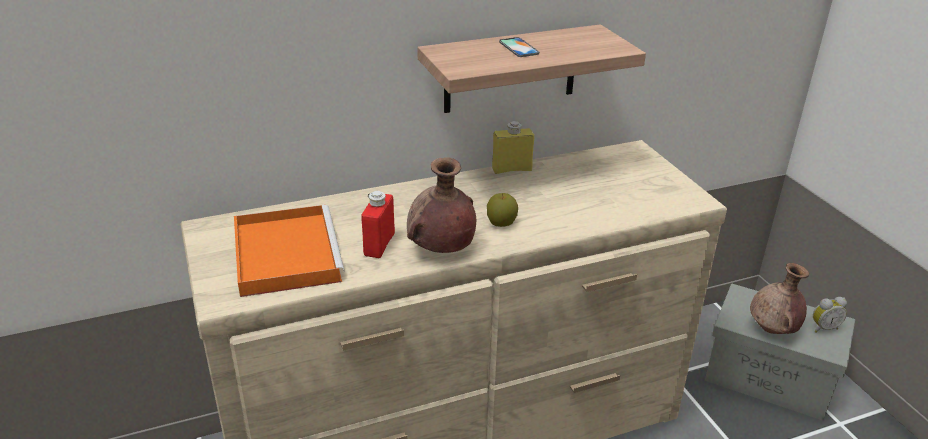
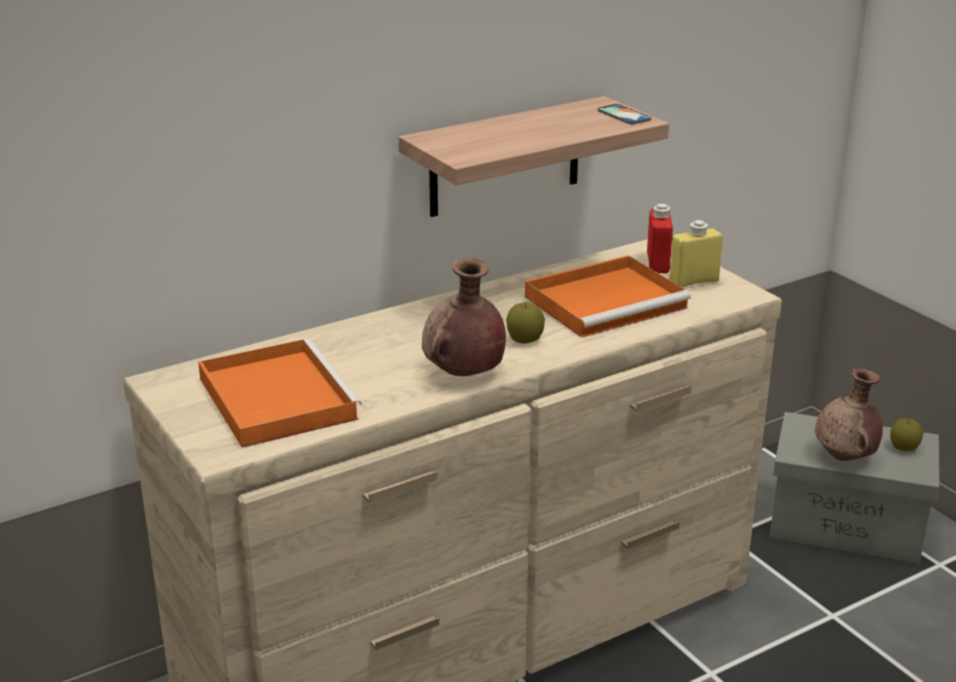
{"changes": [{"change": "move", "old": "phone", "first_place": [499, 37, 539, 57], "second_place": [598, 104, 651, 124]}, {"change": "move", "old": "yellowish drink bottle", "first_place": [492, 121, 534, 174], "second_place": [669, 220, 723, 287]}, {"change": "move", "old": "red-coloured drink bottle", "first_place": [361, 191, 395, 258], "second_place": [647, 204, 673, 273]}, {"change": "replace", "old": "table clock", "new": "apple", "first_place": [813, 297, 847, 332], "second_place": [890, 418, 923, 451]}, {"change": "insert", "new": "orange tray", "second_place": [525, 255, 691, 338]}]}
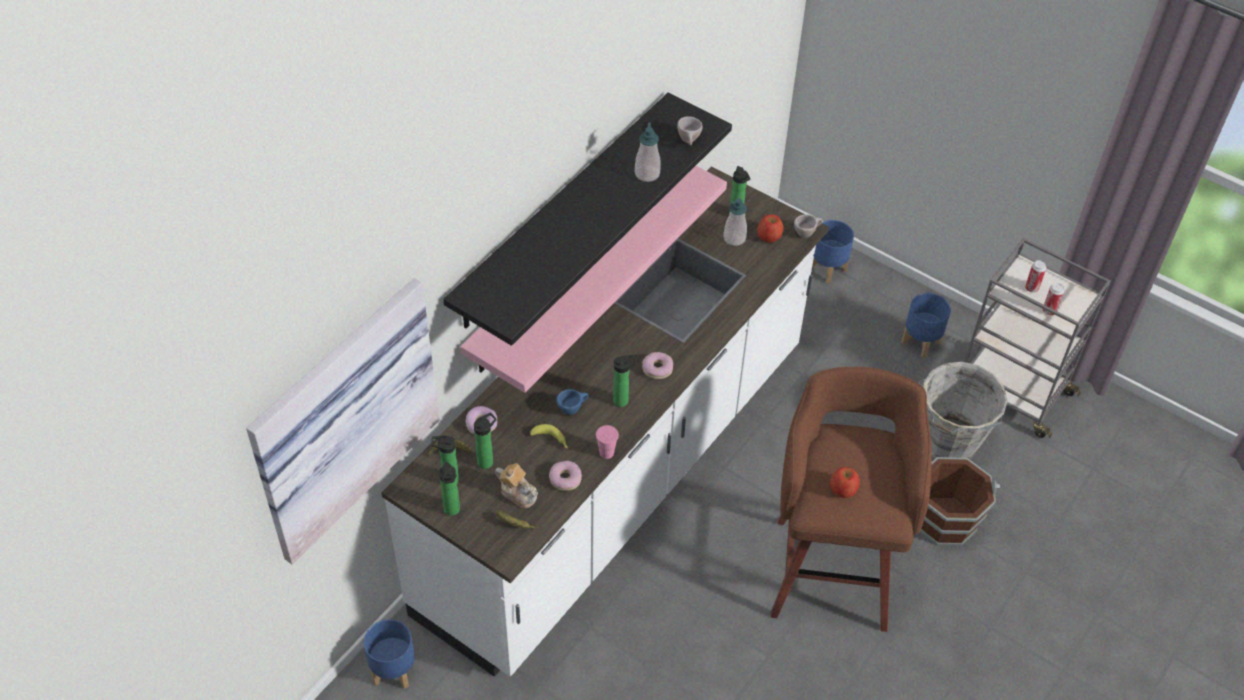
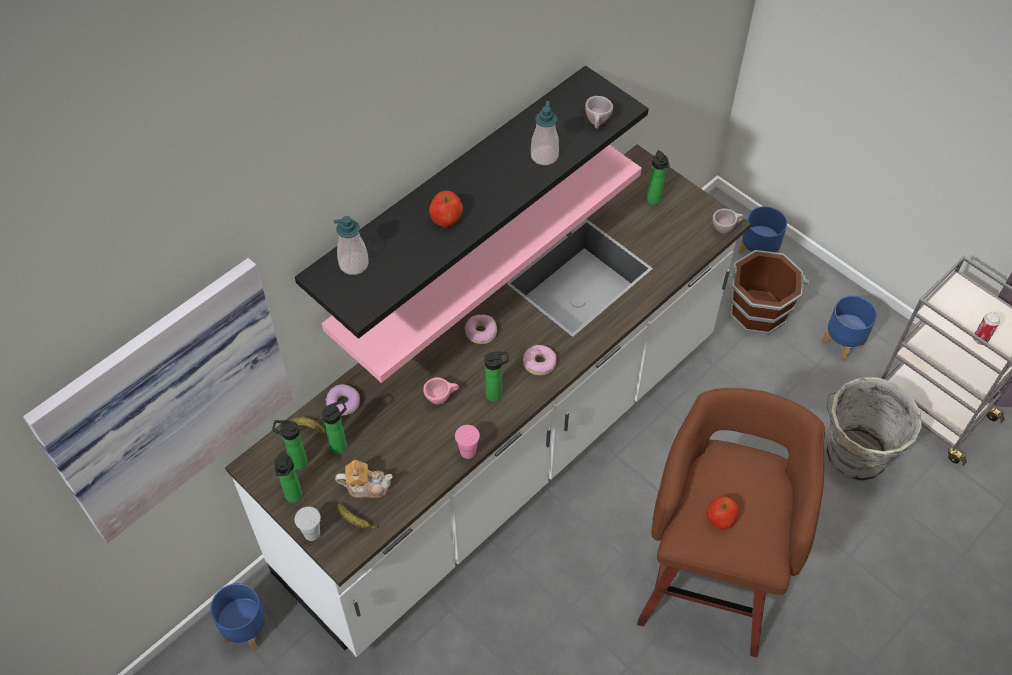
{"changes": [{"change": "move", "old": "soap bottle", "first_place": [723, 198, 747, 246], "second_place": [334, 216, 369, 275]}, {"change": "move", "old": "apple", "first_place": [757, 214, 784, 243], "second_place": [429, 191, 463, 227]}, {"change": "delete", "old": "metal can", "first_place": [1025, 260, 1047, 292]}, {"change": "recolor", "old": "blue-coloured drinking cup", "new": "pink-coloured drinking cup", "first_place": [556, 389, 589, 415], "second_place": [423, 377, 459, 404]}, {"change": "delete", "old": "whole banana", "first_place": [530, 424, 568, 449]}, {"change": "move", "old": "brown-coloured pail", "first_place": [920, 457, 1000, 546], "second_place": [729, 250, 809, 335]}, {"change": "move", "old": "doughnut", "first_place": [549, 461, 582, 491], "second_place": [465, 315, 497, 344]}, {"change": "rotate", "old": "teapot", "first_place": [495, 463, 538, 508], "second_place": [335, 460, 393, 498], "degrees": -45}, {"change": "insert", "new": "whitish drinking cup", "second_place": [295, 507, 321, 541]}]}
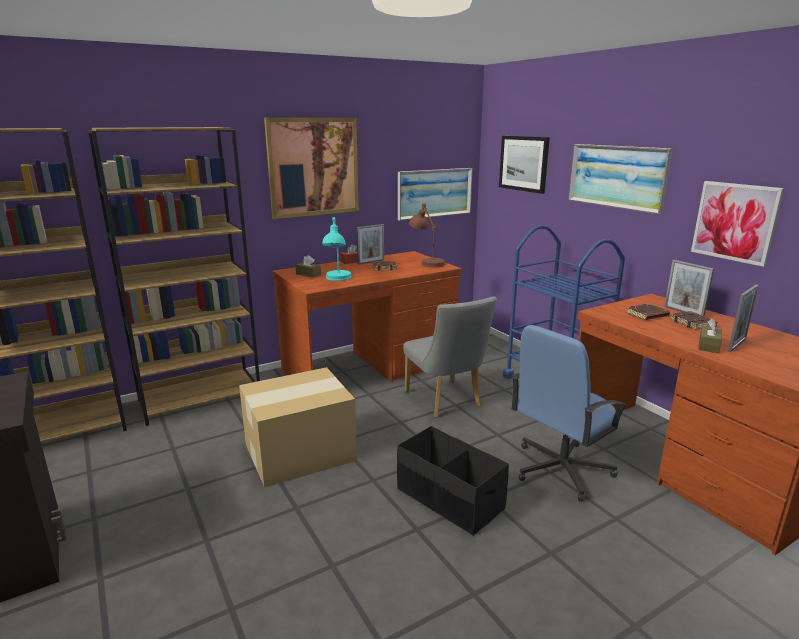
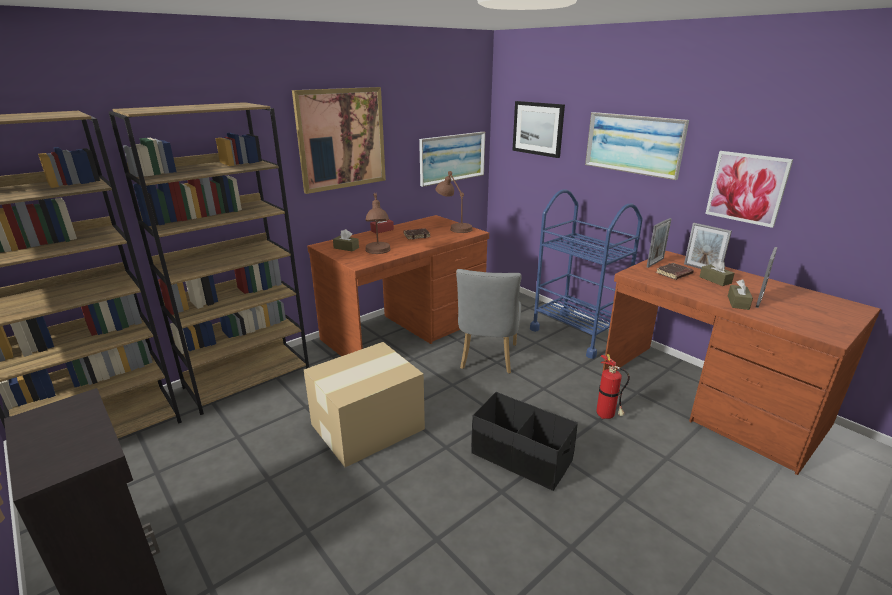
{"changes": [{"change": "recolor", "old": "turquoise table lamp", "new": "brown-coloured table lamp", "first_place": [322, 217, 352, 281], "second_place": [365, 193, 391, 254]}, {"change": "move", "old": "standing frame", "first_place": [357, 224, 384, 265], "second_place": [647, 218, 672, 268]}, {"change": "rotate", "old": "greyish chair", "first_place": [403, 296, 497, 418], "second_place": [456, 269, 522, 374], "degrees": 45}, {"change": "replace", "old": "brown-coloured book", "new": "brown-coloured tissue box", "first_place": [670, 311, 718, 330], "second_place": [700, 259, 735, 286]}, {"change": "replace", "old": "blue-coloured office chair", "new": "extinguisher", "first_place": [512, 325, 628, 501], "second_place": [596, 354, 630, 419]}]}
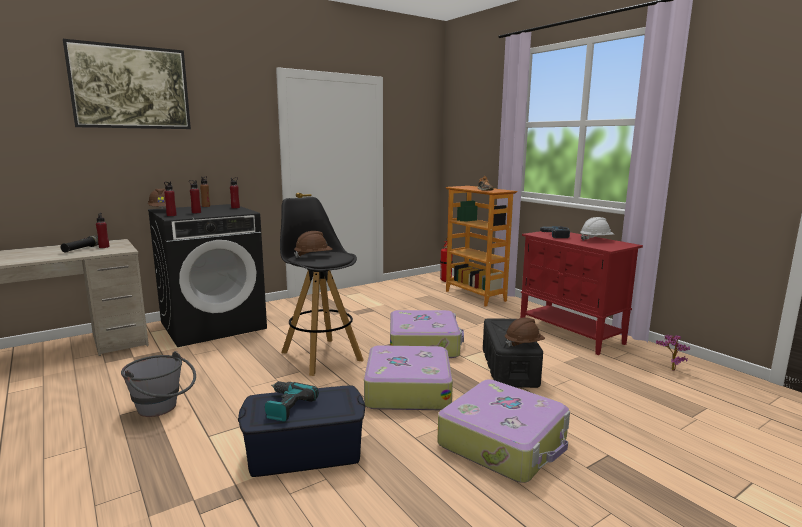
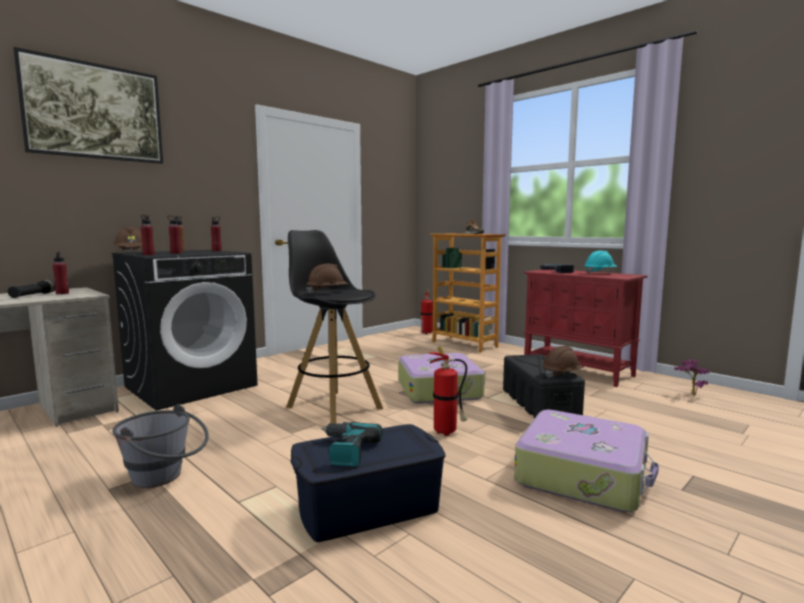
{"changes": [{"change": "recolor", "old": "whitish safety helmet", "new": "turquoise safety helmet", "first_place": [580, 217, 614, 241], "second_place": [585, 250, 618, 274]}, {"change": "replace", "old": "suitcase", "new": "extinguisher", "first_place": [364, 345, 453, 410], "second_place": [429, 347, 468, 436]}]}
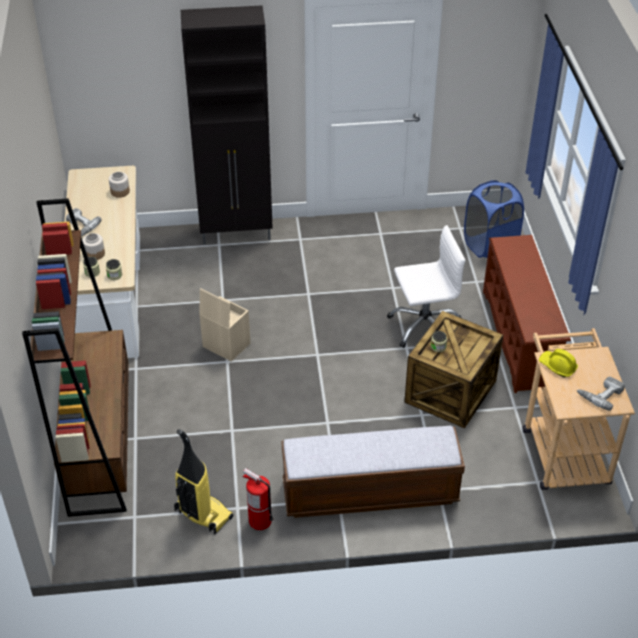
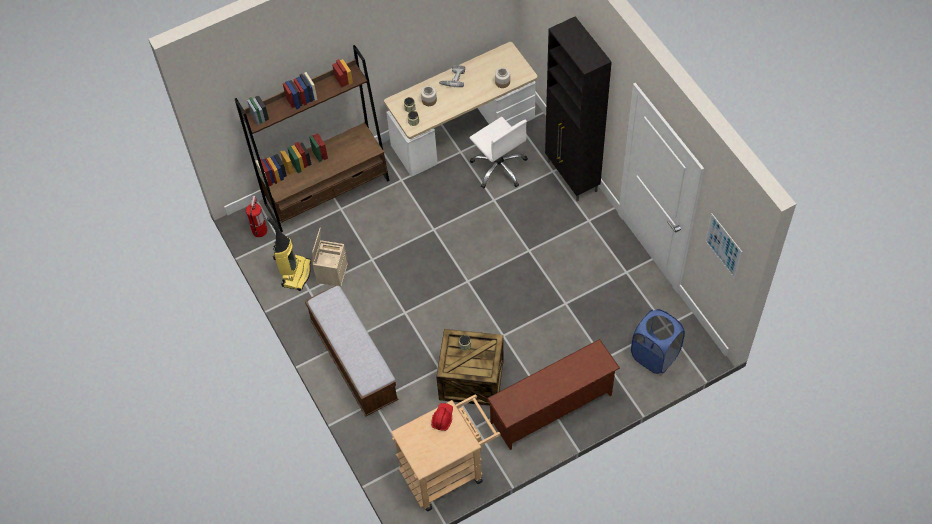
{"changes": [{"change": "move", "old": "whitish office chair", "first_place": [387, 225, 465, 348], "second_place": [469, 117, 528, 188]}, {"change": "move", "old": "sand-coloured storage bin", "first_place": [199, 288, 251, 362], "second_place": [312, 228, 348, 287]}, {"change": "recolor", "old": "yellowish safety helmet", "new": "red-coloured safety helmet", "first_place": [539, 349, 578, 378], "second_place": [431, 403, 453, 431]}, {"change": "delete", "old": "power drill", "first_place": [577, 377, 625, 411]}, {"change": "move", "old": "extinguisher", "first_place": [242, 468, 273, 530], "second_place": [246, 196, 268, 237]}, {"change": "insert", "new": "picture", "second_place": [705, 213, 742, 279]}]}
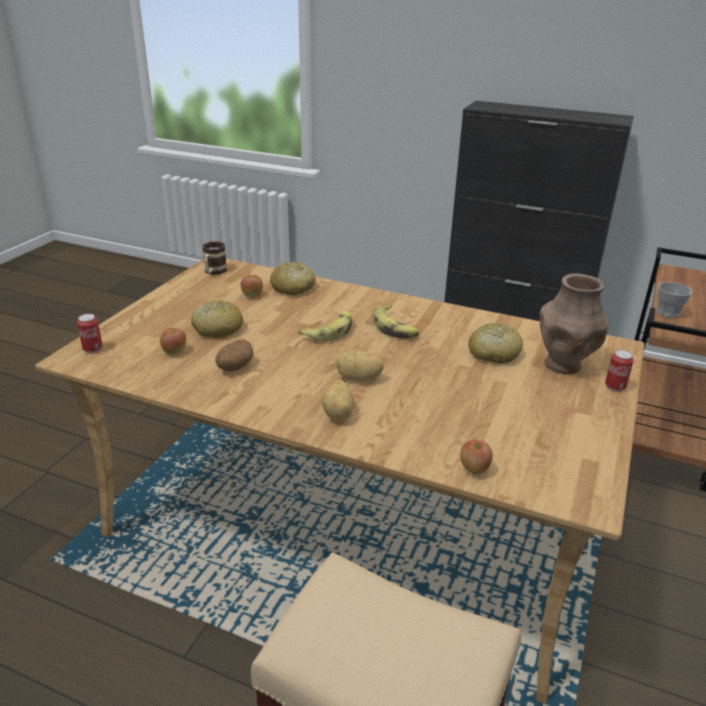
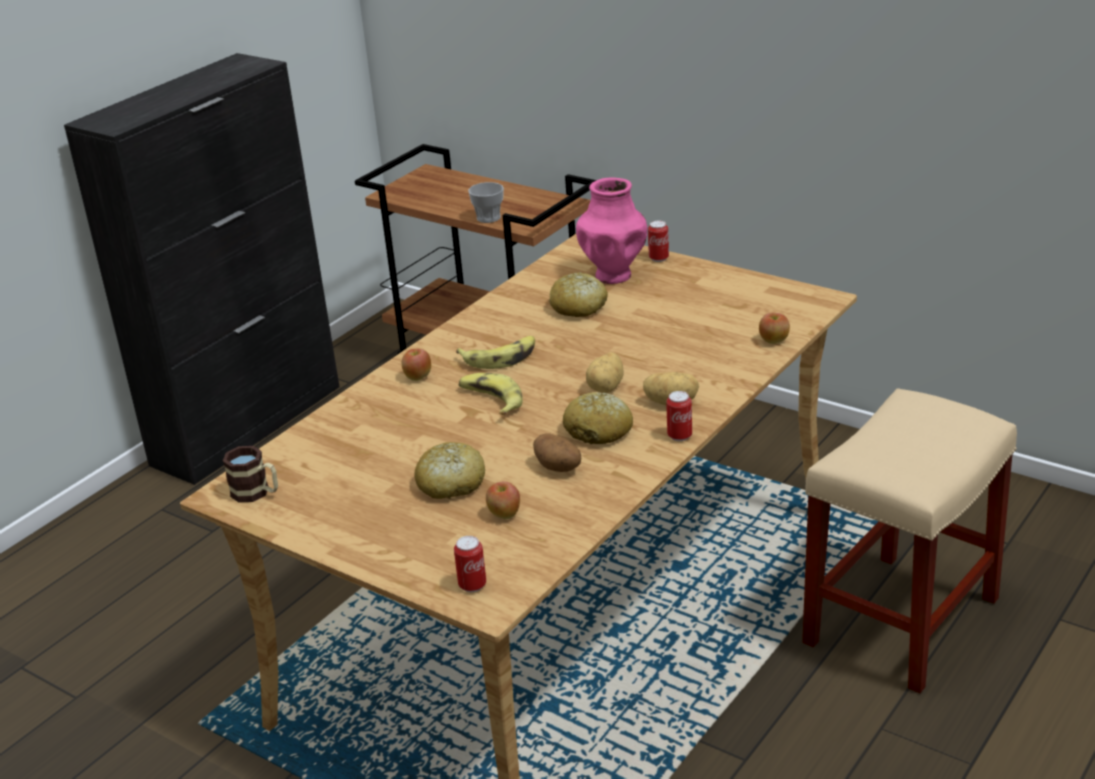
{"changes": [{"change": "move", "old": "bread", "first_place": [270, 261, 316, 295], "second_place": [563, 392, 633, 444]}, {"change": "recolor", "old": "brown-coloured vase", "new": "pink-coloured vase", "first_place": [540, 273, 608, 375], "second_place": [576, 177, 647, 284]}, {"change": "move", "old": "apple", "first_place": [240, 275, 263, 297], "second_place": [402, 349, 431, 381]}, {"change": "insert", "new": "metal can", "second_place": [666, 391, 692, 441]}]}
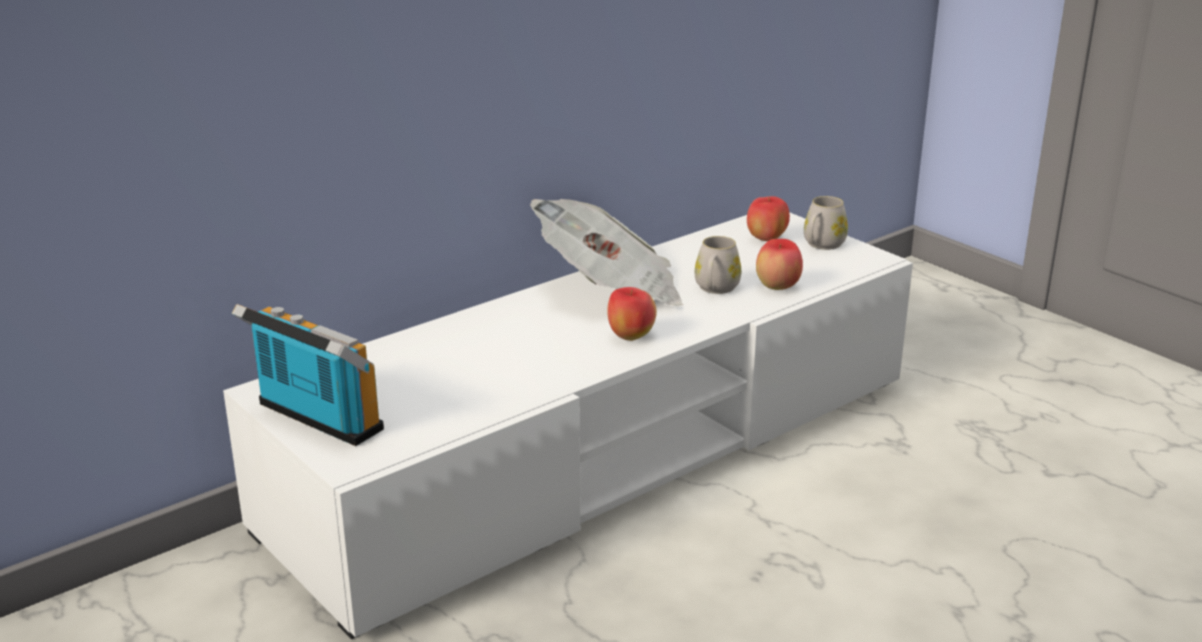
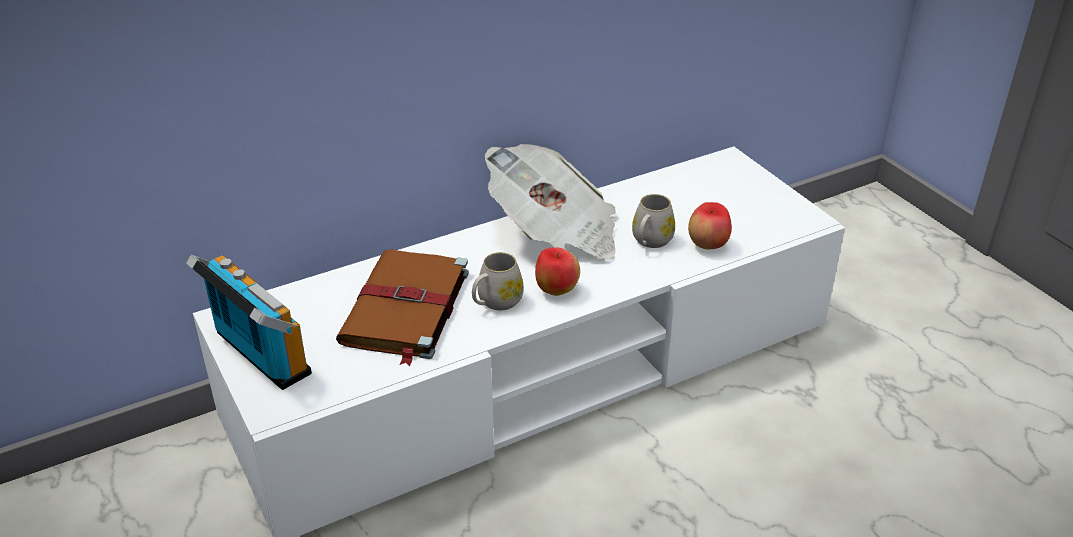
{"changes": [{"change": "delete", "old": "apple", "first_place": [747, 196, 790, 241]}, {"change": "move", "old": "whitish coffee mug", "first_place": [804, 196, 848, 250], "second_place": [472, 252, 524, 310]}, {"change": "insert", "new": "brown-coloured book", "second_place": [336, 249, 469, 366]}]}
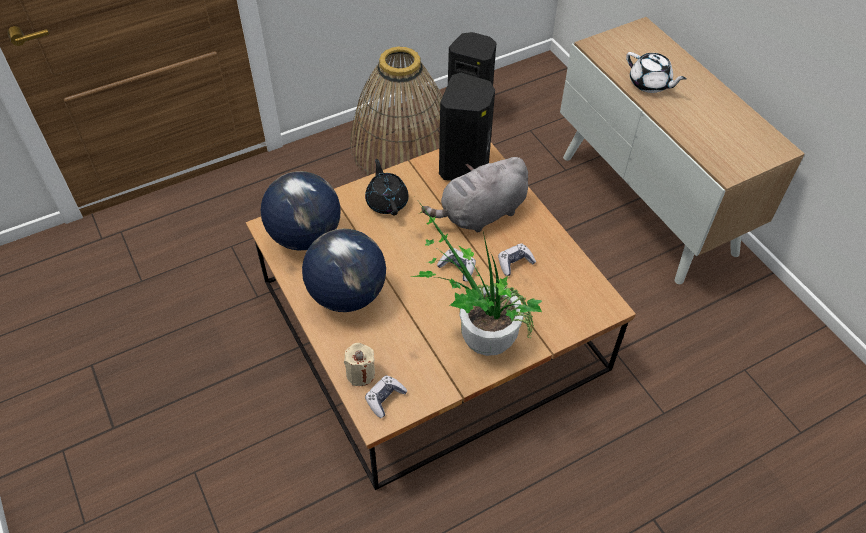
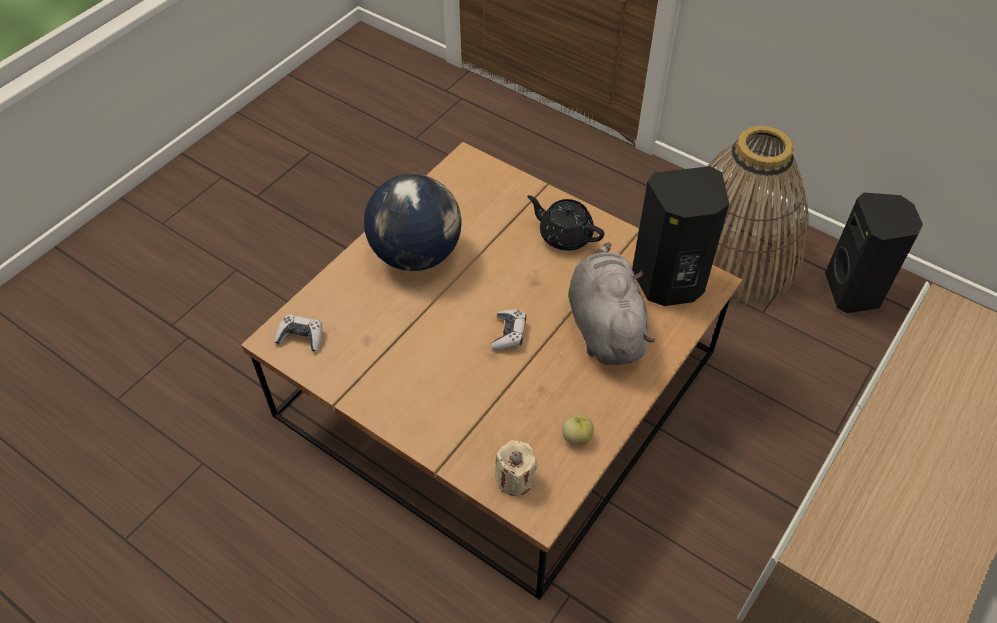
{"changes": [{"change": "delete", "old": "whitish teapot", "first_place": [626, 52, 687, 93]}, {"change": "rotate", "old": "greyish soft toy", "first_place": [422, 157, 528, 233], "second_place": [568, 242, 655, 365], "degrees": 45}, {"change": "rotate", "old": "black teapot", "first_place": [365, 159, 409, 216], "second_place": [527, 195, 604, 251], "degrees": -105}, {"change": "delete", "old": "globe", "first_place": [261, 171, 341, 250]}, {"change": "delete", "old": "houseplant", "first_place": [411, 198, 542, 356]}, {"change": "delete", "old": "joypad", "first_place": [498, 243, 536, 276]}, {"change": "move", "old": "sand-coloured wax candle", "first_place": [344, 343, 375, 386], "second_place": [495, 440, 538, 496]}, {"change": "insert", "new": "apple", "second_place": [562, 414, 594, 444]}]}
